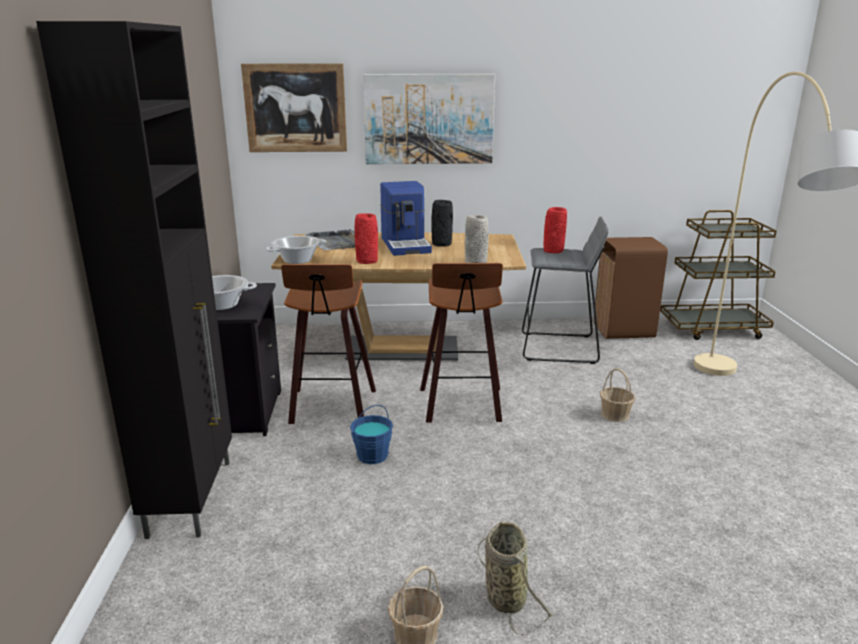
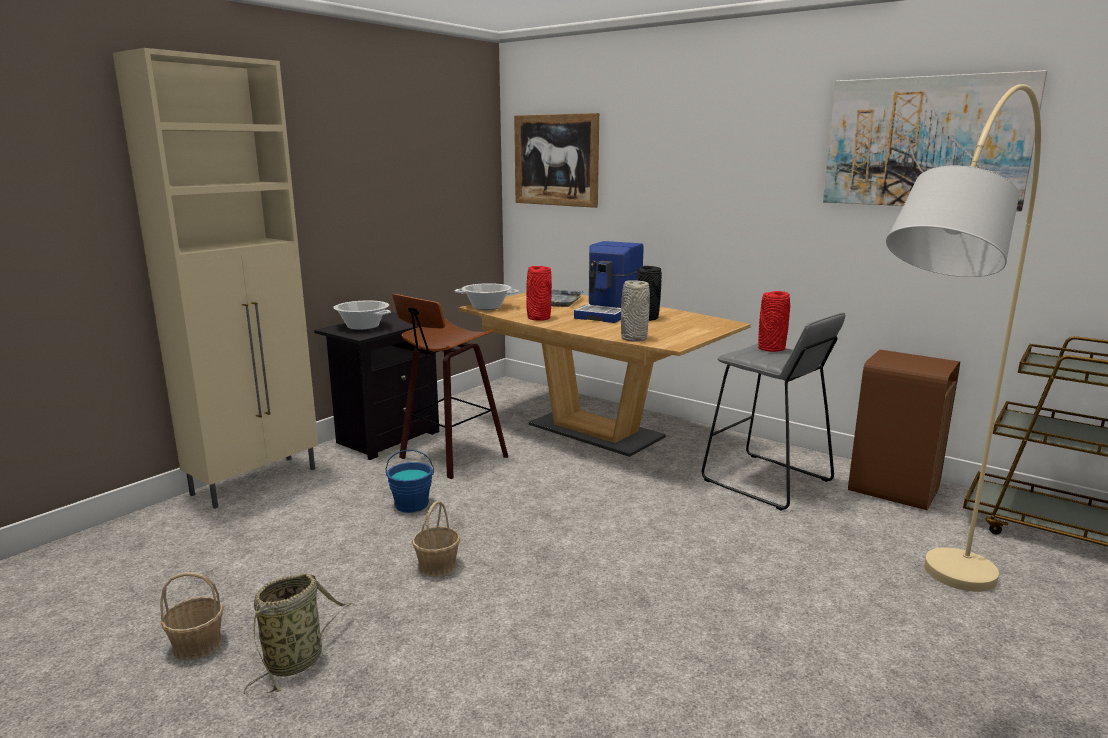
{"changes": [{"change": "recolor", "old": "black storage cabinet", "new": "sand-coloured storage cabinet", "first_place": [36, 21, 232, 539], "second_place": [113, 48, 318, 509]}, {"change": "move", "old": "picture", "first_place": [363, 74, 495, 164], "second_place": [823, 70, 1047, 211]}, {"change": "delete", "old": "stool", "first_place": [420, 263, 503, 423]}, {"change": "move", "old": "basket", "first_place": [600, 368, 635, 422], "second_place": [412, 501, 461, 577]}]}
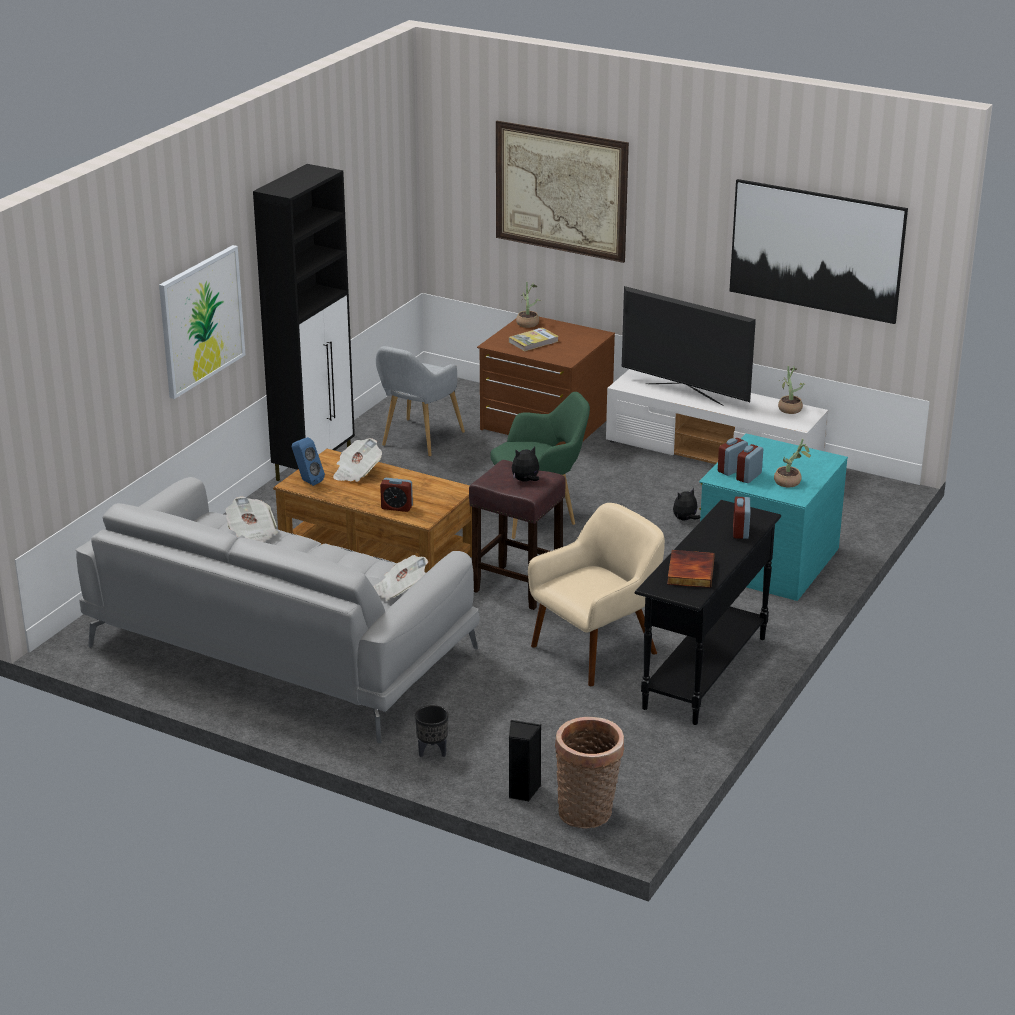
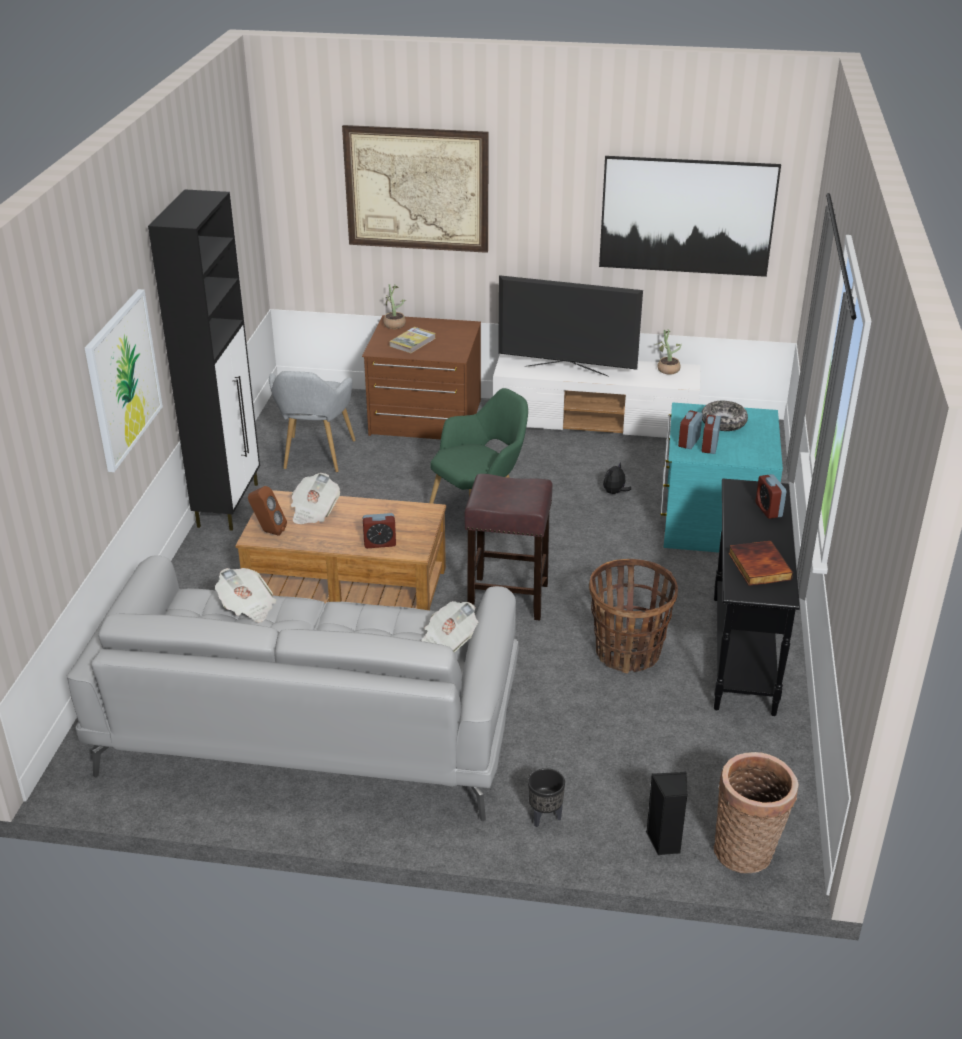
{"changes": [{"change": "recolor", "old": "blue-coloured speaker", "new": "brown-coloured speaker", "first_place": [292, 437, 325, 486], "second_place": [248, 486, 287, 536]}, {"change": "delete", "old": "houseplant", "first_place": [774, 439, 811, 487]}, {"change": "delete", "old": "soft toy", "first_place": [512, 447, 539, 482]}, {"change": "replace", "old": "sand-coloured lounge chair", "new": "basket", "first_place": [528, 503, 665, 687], "second_place": [589, 559, 678, 674]}, {"change": "insert", "new": "deep dish", "second_place": [701, 401, 748, 431]}]}
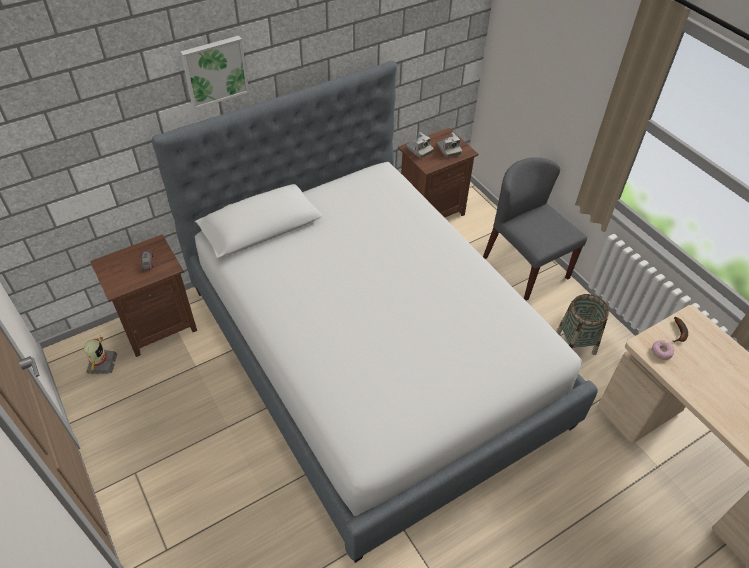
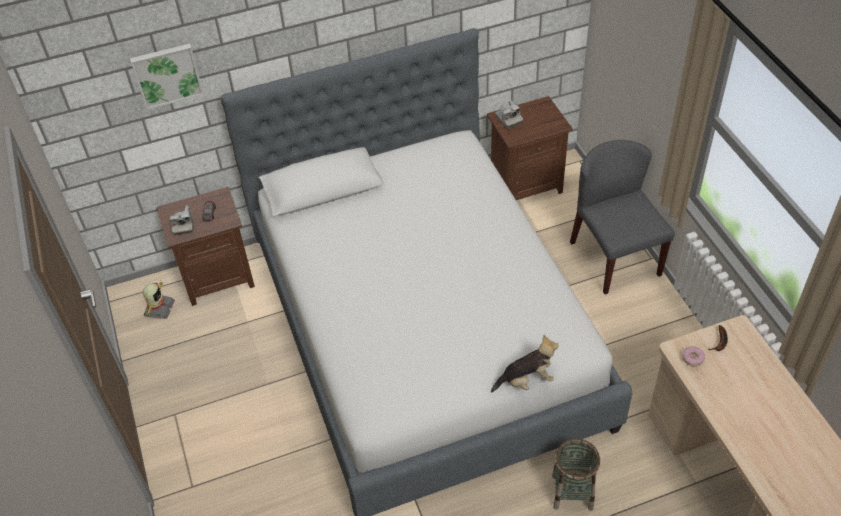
{"changes": [{"change": "move", "old": "picture", "first_place": [180, 36, 249, 109], "second_place": [130, 43, 204, 110]}, {"change": "move", "old": "photo camera", "first_place": [437, 132, 462, 158], "second_place": [170, 205, 194, 236]}, {"change": "move", "old": "basket", "first_place": [556, 294, 609, 355], "second_place": [552, 439, 600, 511]}, {"change": "insert", "new": "soft toy", "second_place": [491, 335, 559, 393]}]}
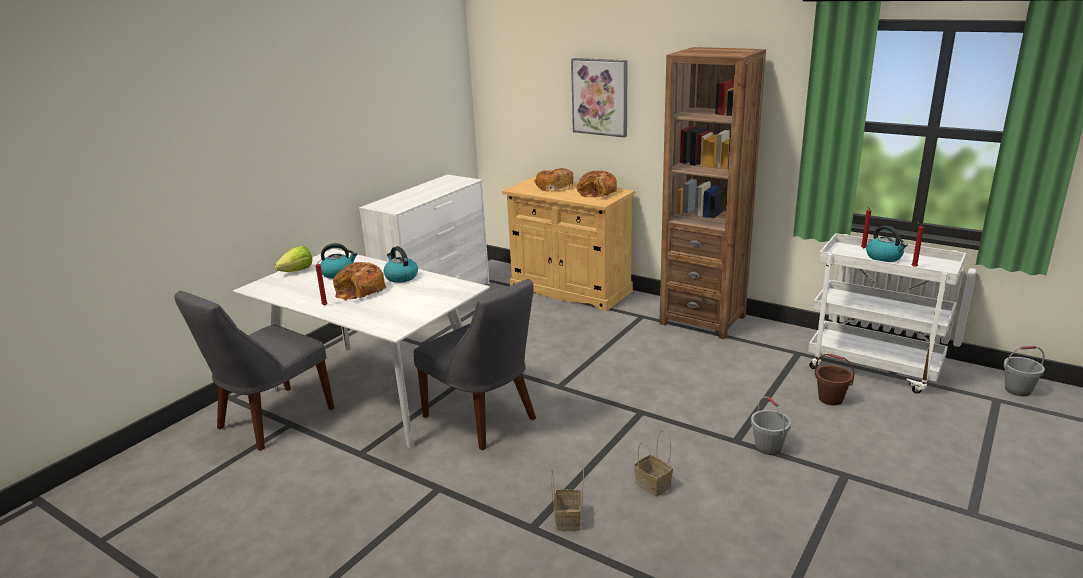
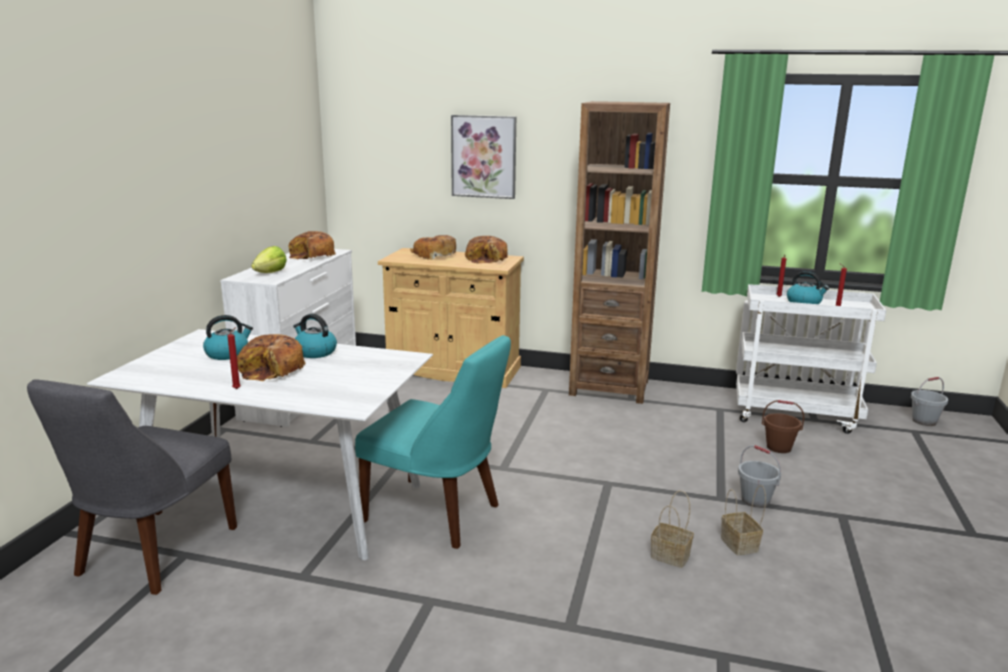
{"changes": [{"change": "move", "old": "lettuce", "first_place": [275, 246, 312, 272], "second_place": [251, 246, 287, 273]}, {"change": "recolor", "old": "greyish chair", "new": "turquoise chair", "first_place": [413, 279, 536, 450], "second_place": [355, 335, 511, 549]}, {"change": "move", "old": "basket", "first_place": [551, 468, 584, 531], "second_place": [721, 485, 766, 555]}, {"change": "insert", "new": "bread", "second_place": [289, 231, 336, 259]}]}
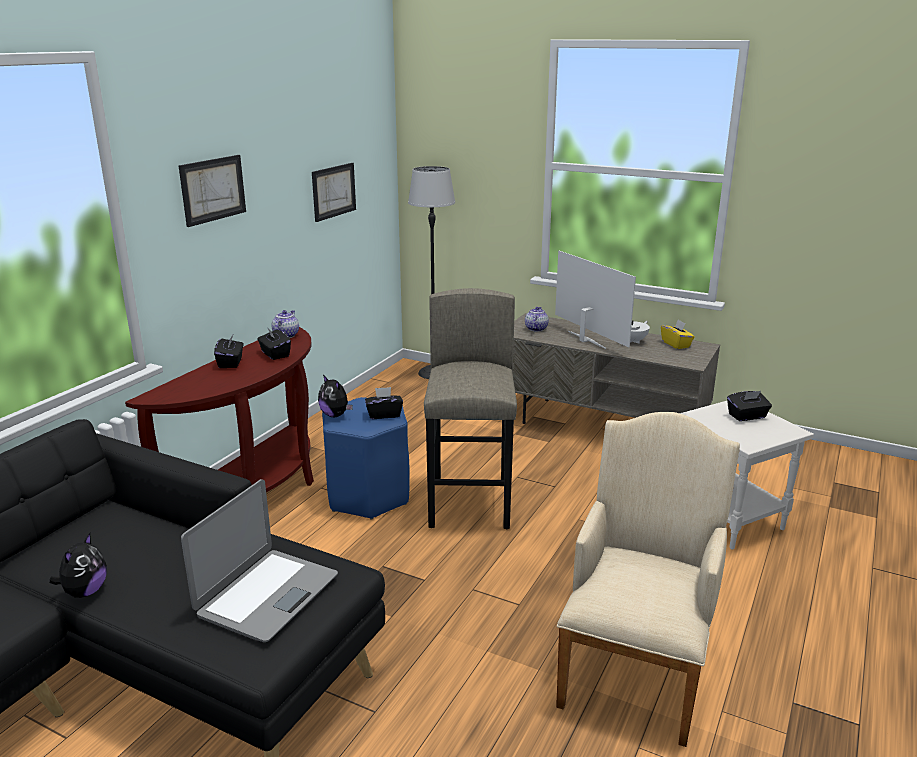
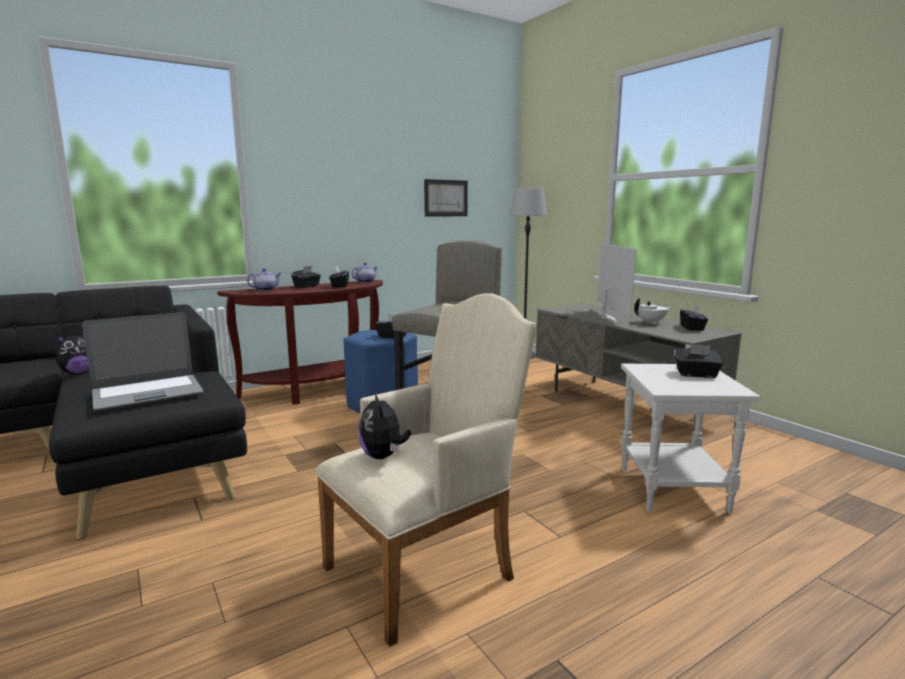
{"changes": [{"change": "delete", "old": "picture", "first_place": [179, 155, 246, 227]}, {"change": "move", "old": "teapot", "first_place": [525, 307, 549, 332], "second_place": [247, 268, 281, 291]}, {"change": "recolor", "old": "yellowish tissue box", "new": "black tissue box", "first_place": [661, 320, 695, 349], "second_place": [680, 305, 708, 331]}, {"change": "move", "old": "soft toy", "first_place": [318, 375, 353, 417], "second_place": [358, 391, 411, 459]}]}
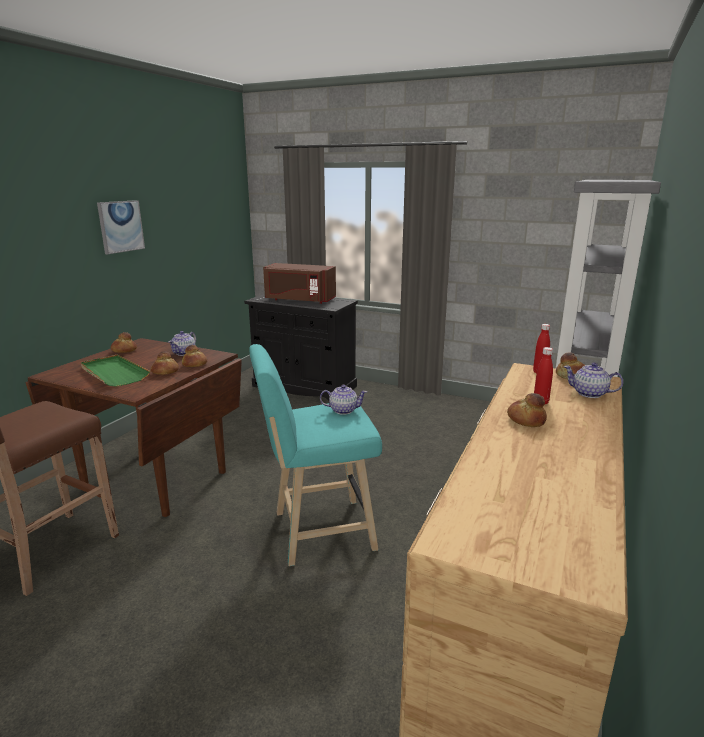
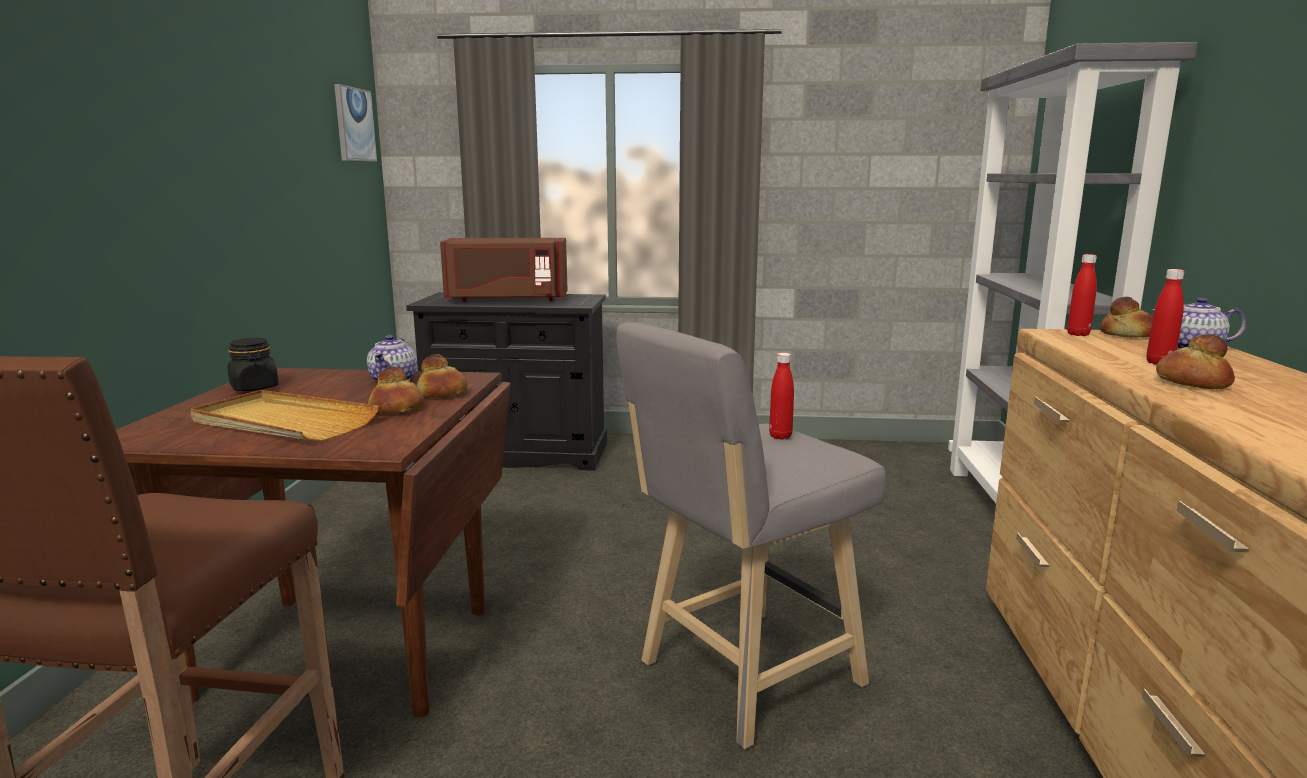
{"changes": [{"change": "move", "old": "picture", "first_place": [97, 200, 145, 254], "second_place": [334, 84, 377, 162]}, {"change": "replace", "old": "bread", "new": "black jar", "first_place": [111, 332, 137, 353], "second_place": [228, 338, 279, 391]}, {"change": "recolor", "old": "turquoise stool", "new": "greyish stool", "first_place": [249, 344, 382, 566], "second_place": [616, 322, 886, 749]}, {"change": "recolor", "old": "green-coloured tray", "new": "sand-coloured tray", "first_place": [81, 354, 150, 387], "second_place": [190, 390, 379, 441]}, {"change": "replace", "old": "teapot", "new": "red-coloured drink bottle", "first_place": [320, 385, 367, 415], "second_place": [769, 353, 794, 440]}]}
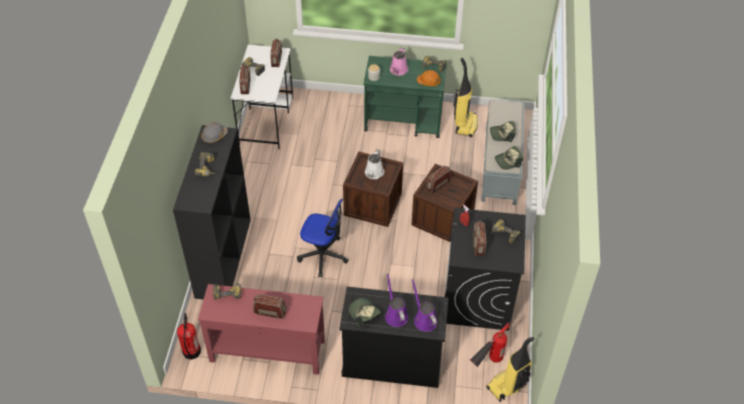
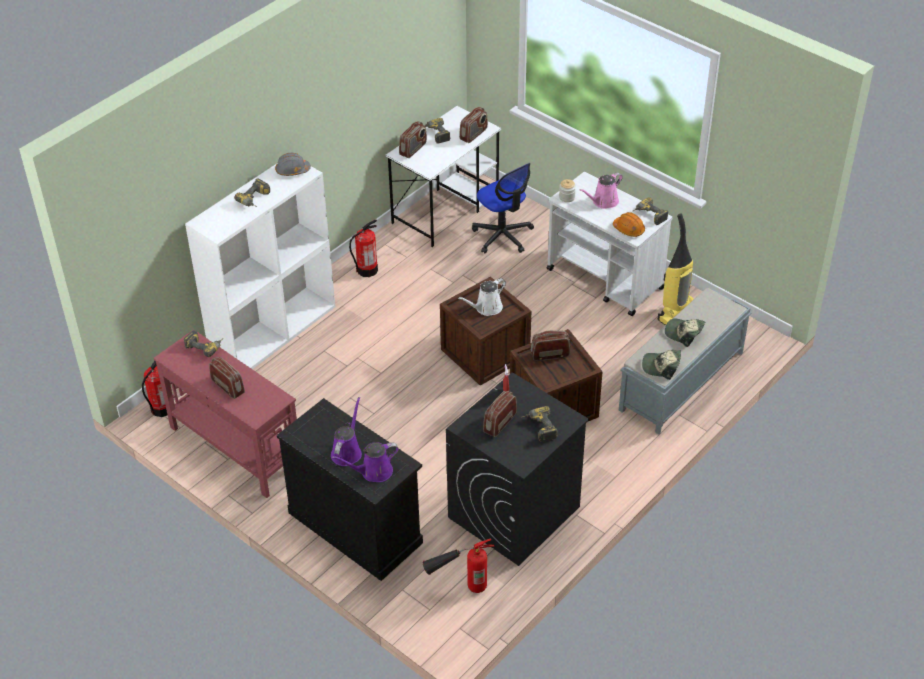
{"changes": [{"change": "recolor", "old": "green-coloured wheeled cart", "new": "whitish wheeled cart", "first_place": [364, 56, 447, 138], "second_place": [546, 172, 673, 316]}, {"change": "recolor", "old": "black bookcase", "new": "whitish bookcase", "first_place": [173, 125, 251, 299], "second_place": [185, 164, 335, 369]}, {"change": "move", "old": "office chair", "first_place": [297, 199, 348, 277], "second_place": [472, 163, 534, 253]}, {"change": "rotate", "old": "purple sprinkling can", "first_place": [412, 279, 437, 332], "second_place": [332, 442, 399, 482], "degrees": -120}, {"change": "delete", "old": "peaked cap", "first_place": [349, 298, 382, 327]}, {"change": "delete", "old": "vacuum cleaner", "first_place": [486, 337, 534, 402]}, {"change": "insert", "new": "extinguisher", "second_place": [349, 220, 378, 277]}]}
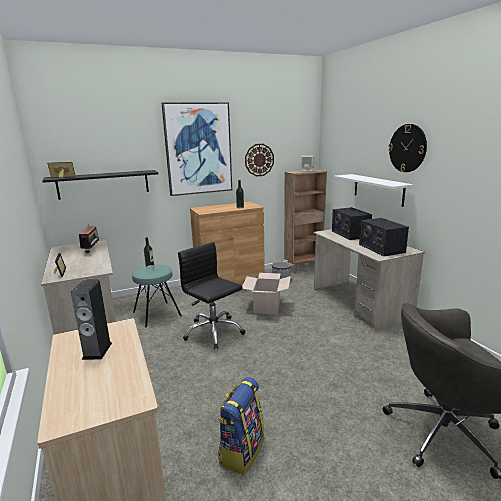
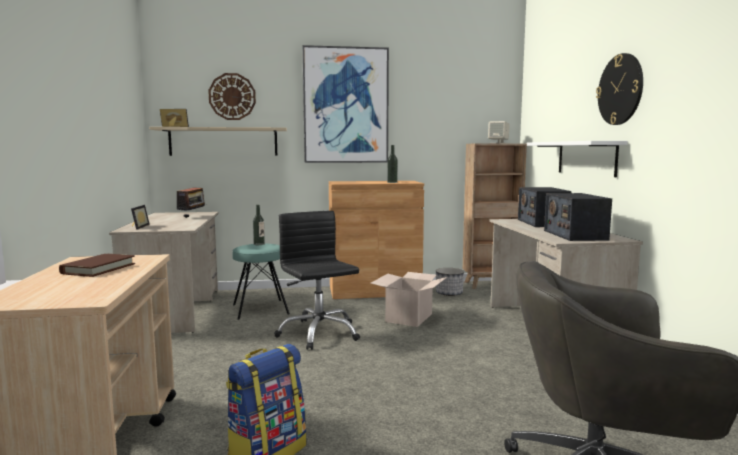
{"changes": [{"change": "move", "old": "clock on the wall", "first_place": [245, 144, 274, 177], "second_place": [208, 73, 256, 120]}, {"change": "recolor", "old": "black wall shelf", "new": "sand-coloured wall shelf", "first_place": [42, 170, 158, 200], "second_place": [149, 127, 287, 156]}, {"change": "replace", "old": "speaker", "new": "brown-coloured book", "first_place": [71, 279, 112, 360], "second_place": [59, 254, 135, 277]}]}
